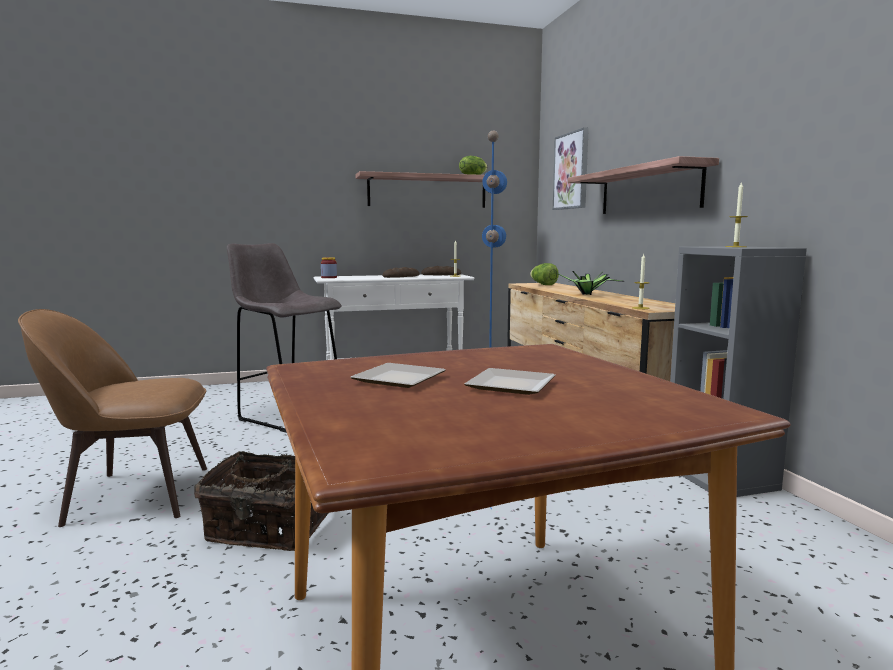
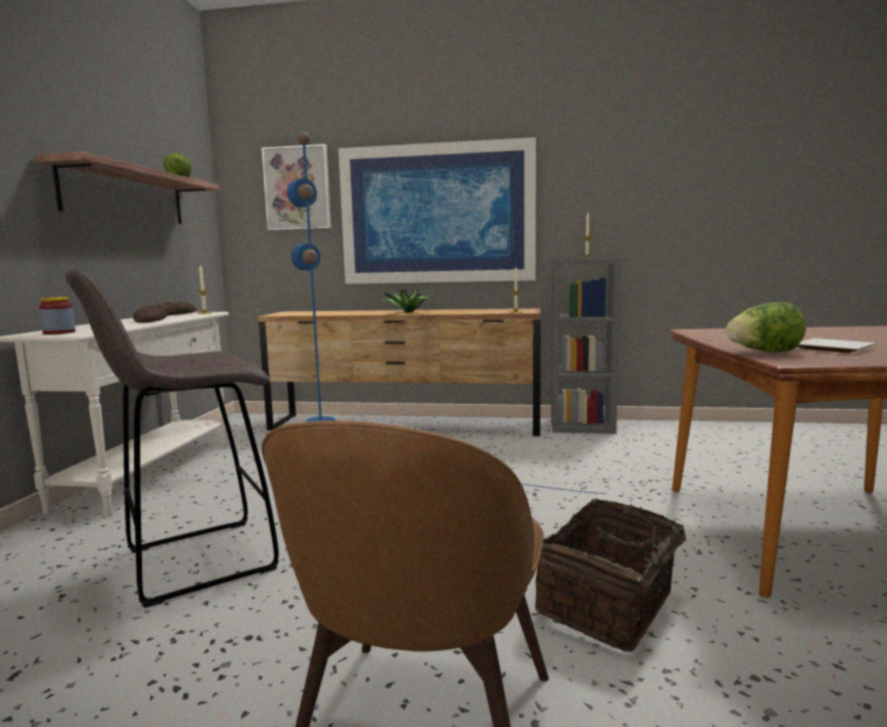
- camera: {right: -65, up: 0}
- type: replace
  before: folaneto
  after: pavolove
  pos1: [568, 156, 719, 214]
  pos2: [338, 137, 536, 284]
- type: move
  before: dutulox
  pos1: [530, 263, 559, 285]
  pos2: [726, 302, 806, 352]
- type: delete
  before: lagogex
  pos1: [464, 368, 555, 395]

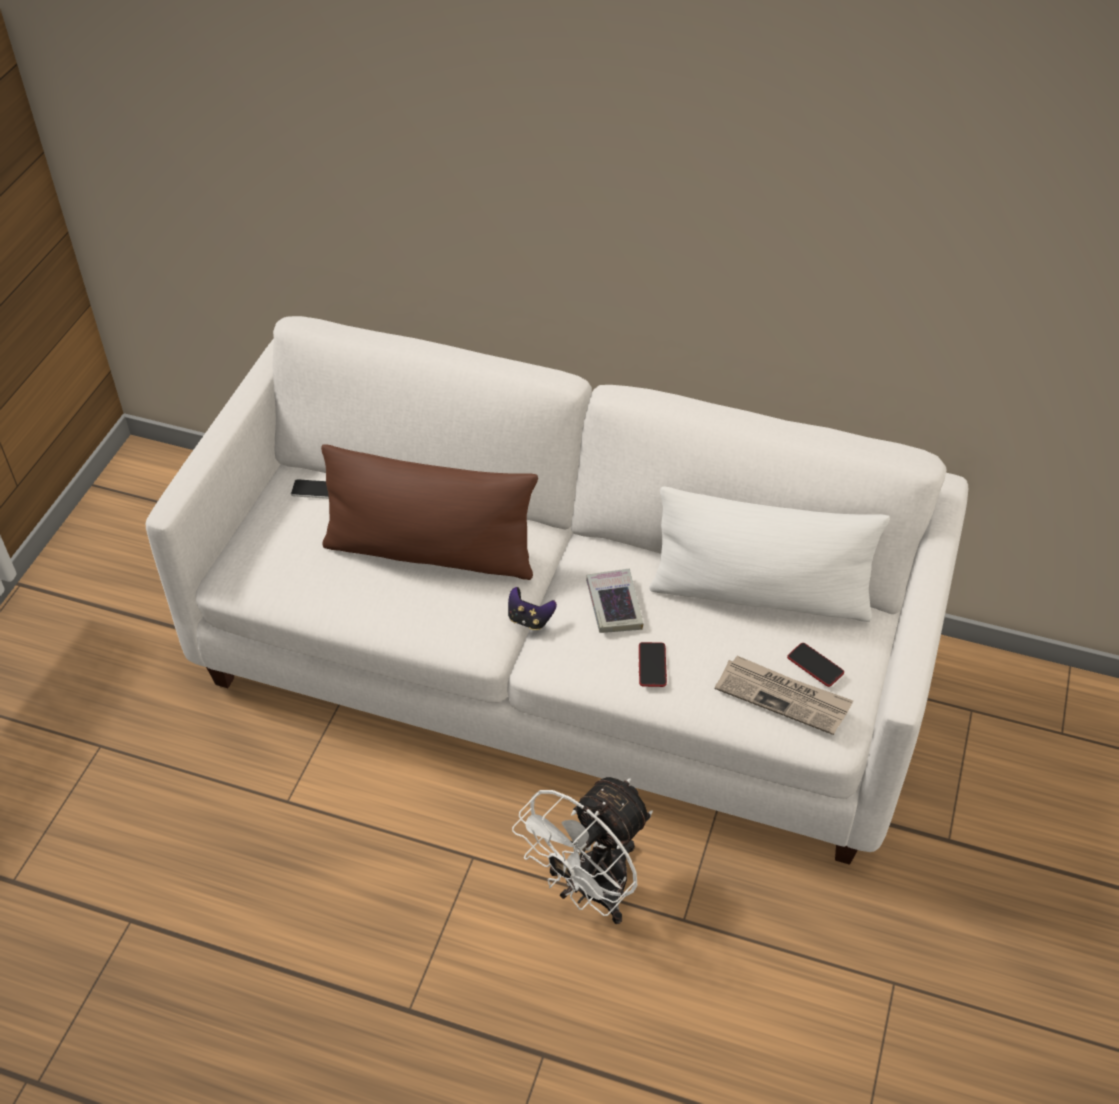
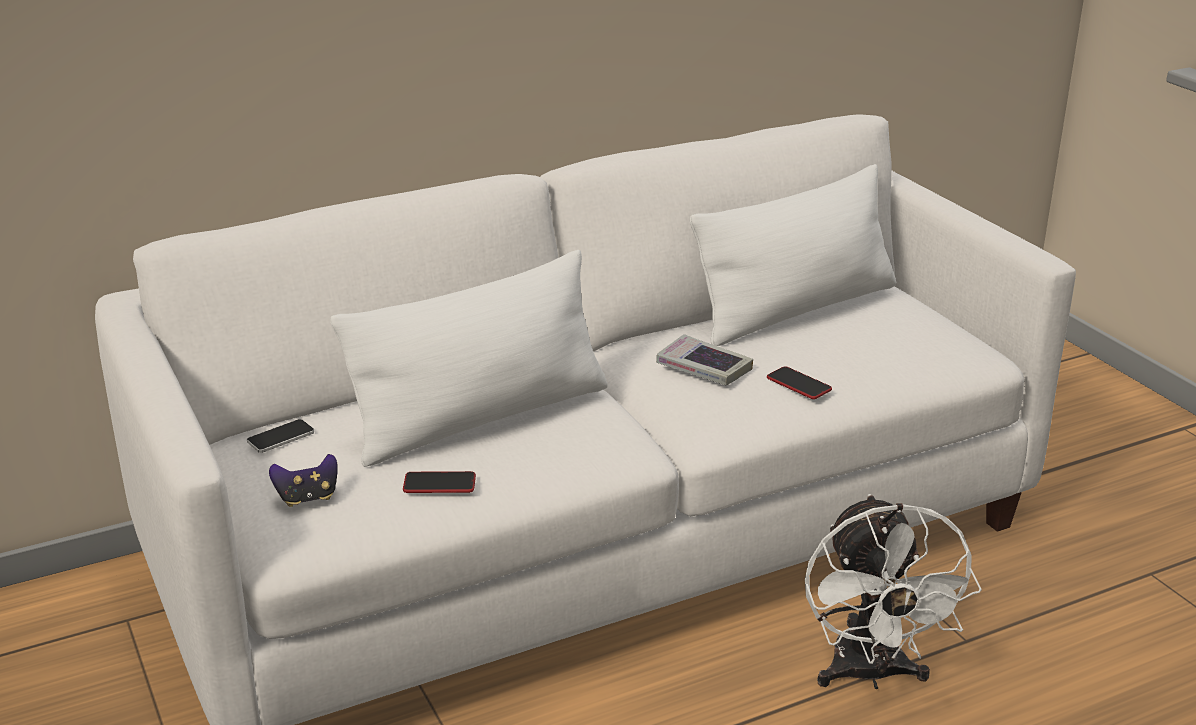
- camera: {right: -45, up: -20}
- type: move
  before: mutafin
  pos1: [508, 587, 557, 630]
  pos2: [269, 454, 338, 507]
- type: recolor
  before: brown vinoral
  after: white vinoral
  pos1: [321, 444, 538, 580]
  pos2: [330, 250, 607, 467]
- type: move
  before: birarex
  pos1: [787, 643, 844, 687]
  pos2: [403, 471, 476, 493]
- type: delete
  before: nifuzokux
  pos1: [715, 656, 853, 735]

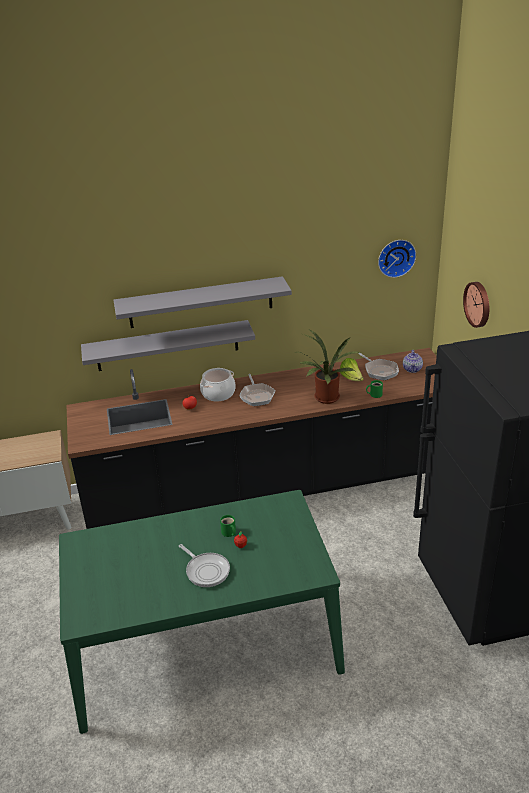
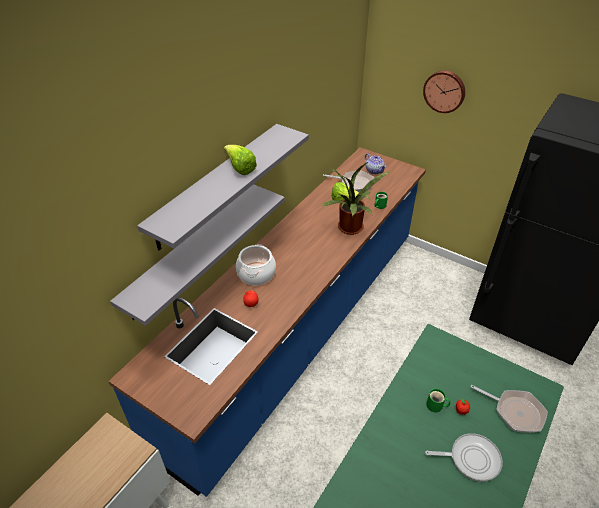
- camera: {right: -45, up: 10}
- type: recolor
  before: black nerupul
  after: blue nerupul
  pos1: [67, 348, 437, 529]
  pos2: [109, 147, 426, 497]
- type: insert
  after: dutulox
  pos2: [224, 145, 257, 175]
- type: move
  before: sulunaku
  pos1: [239, 374, 275, 406]
  pos2: [470, 385, 548, 433]
- type: delete
  before: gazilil
  pos1: [378, 240, 416, 278]

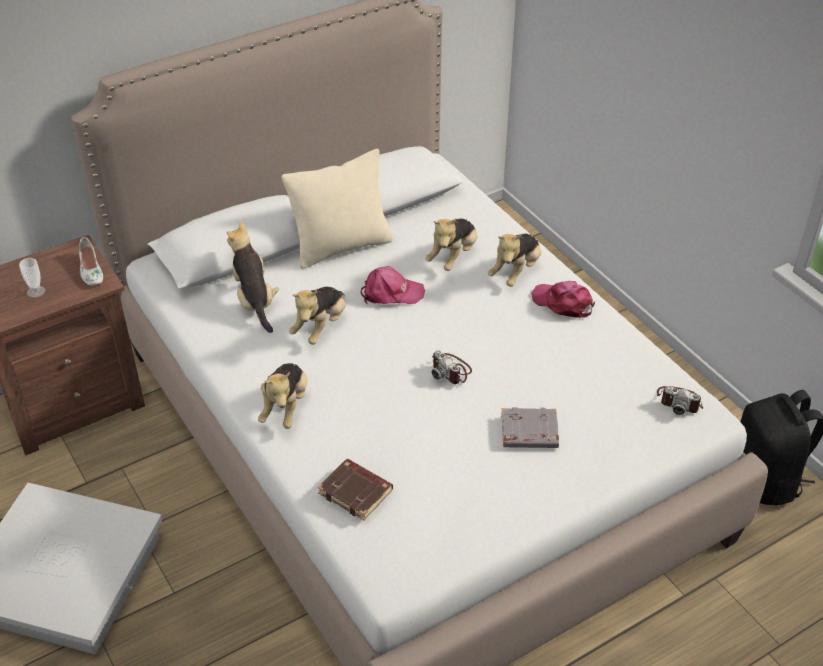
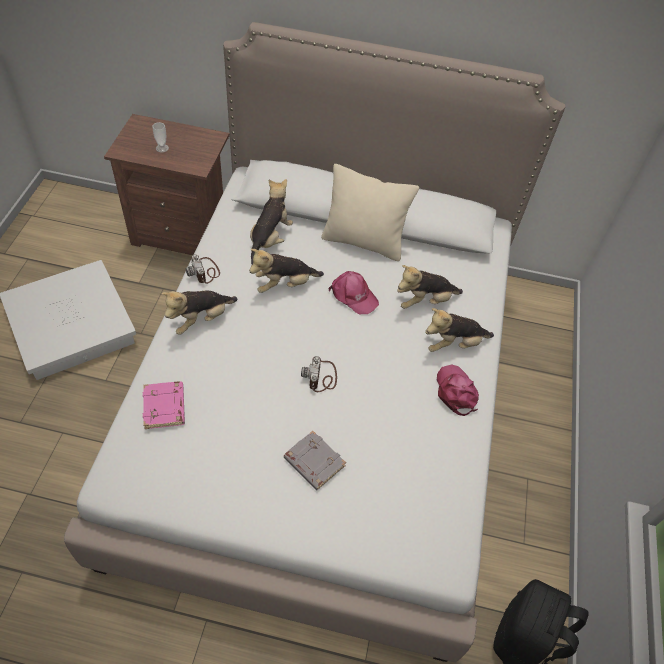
- camera: {right: 40, up: 10}
- type: recolor
  before: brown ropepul
  after: pink ropepul
  pos1: [318, 459, 393, 520]
  pos2: [143, 381, 185, 429]
- type: move
  before: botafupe
  pos1: [657, 386, 703, 415]
  pos2: [185, 254, 220, 284]
- type: delete
  before: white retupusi
  pos1: [79, 237, 103, 286]

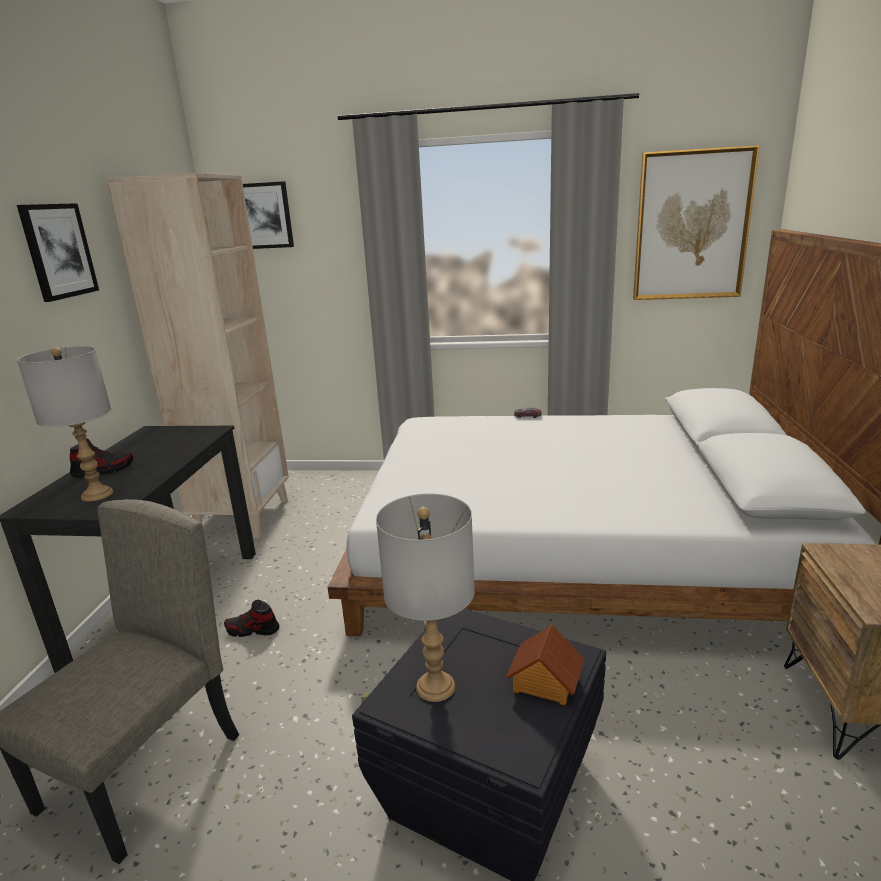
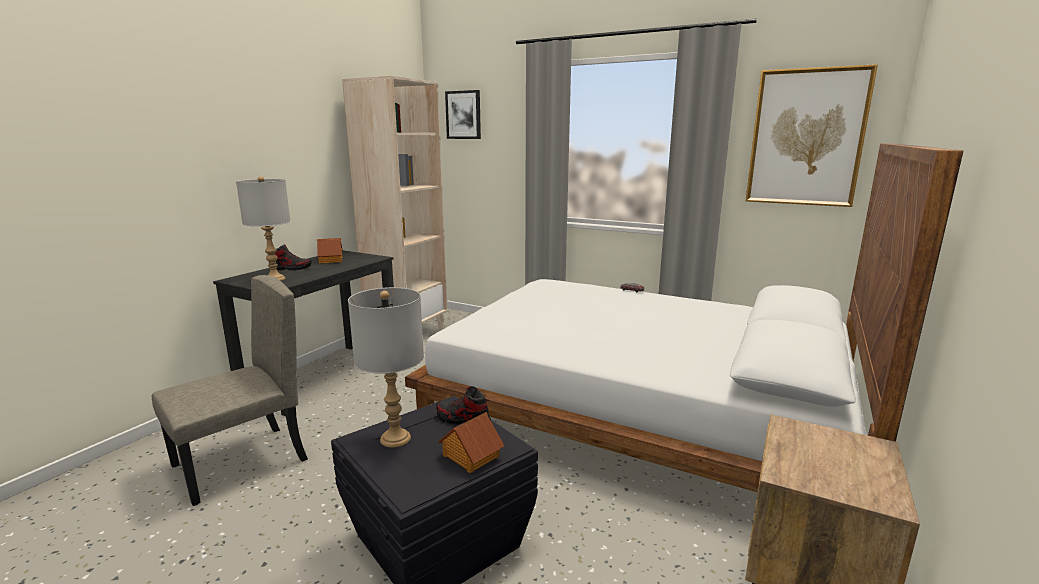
- camera: {right: 20, up: -5}
- type: insert
  after: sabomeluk
  pos2: [317, 238, 343, 263]
- type: move
  before: retupusi
  pos1: [224, 600, 279, 637]
  pos2: [436, 387, 491, 424]
- type: delete
  before: pavolove
  pos1: [17, 203, 99, 302]

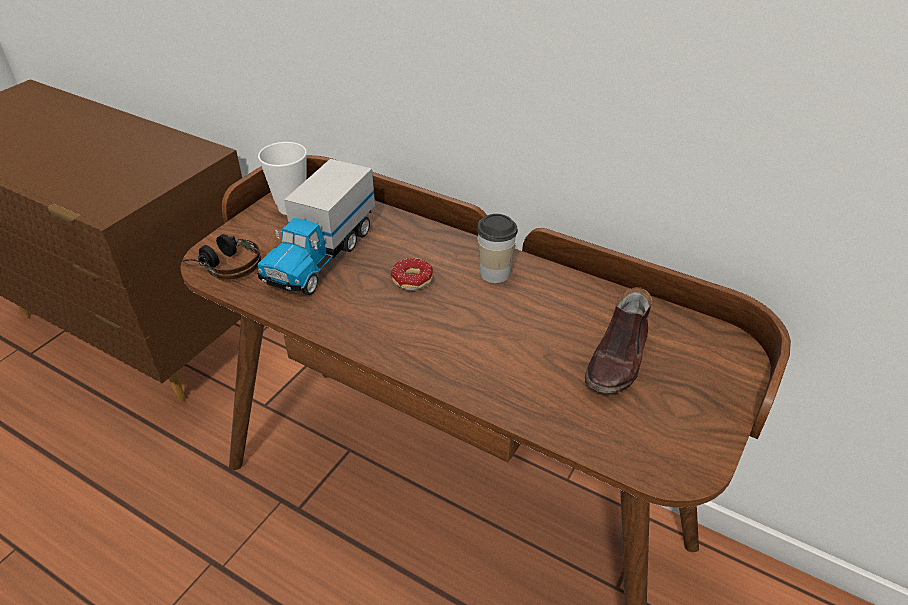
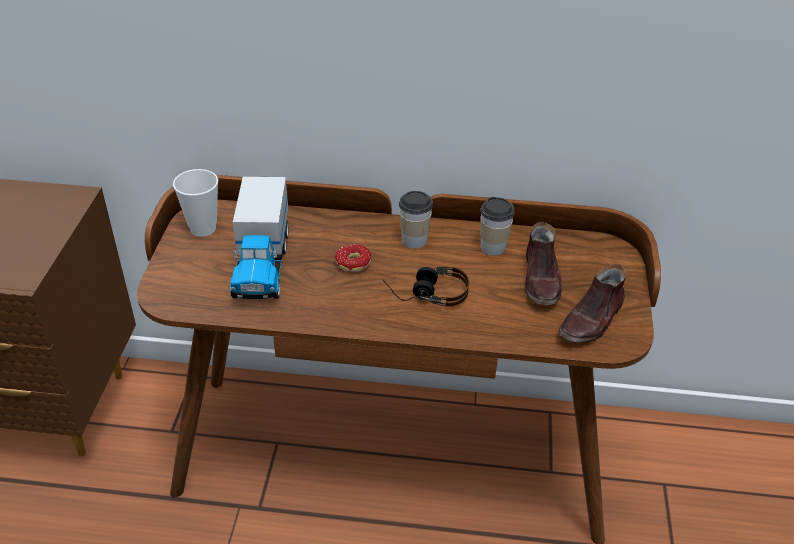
- camera: {right: -25, up: 0}
- type: move
  before: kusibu
  pos1: [168, 234, 261, 281]
  pos2: [382, 267, 469, 307]
- type: insert
  after: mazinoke
  pos2: [480, 197, 515, 256]
- type: insert
  after: brown retupusi
  pos2: [558, 264, 626, 343]

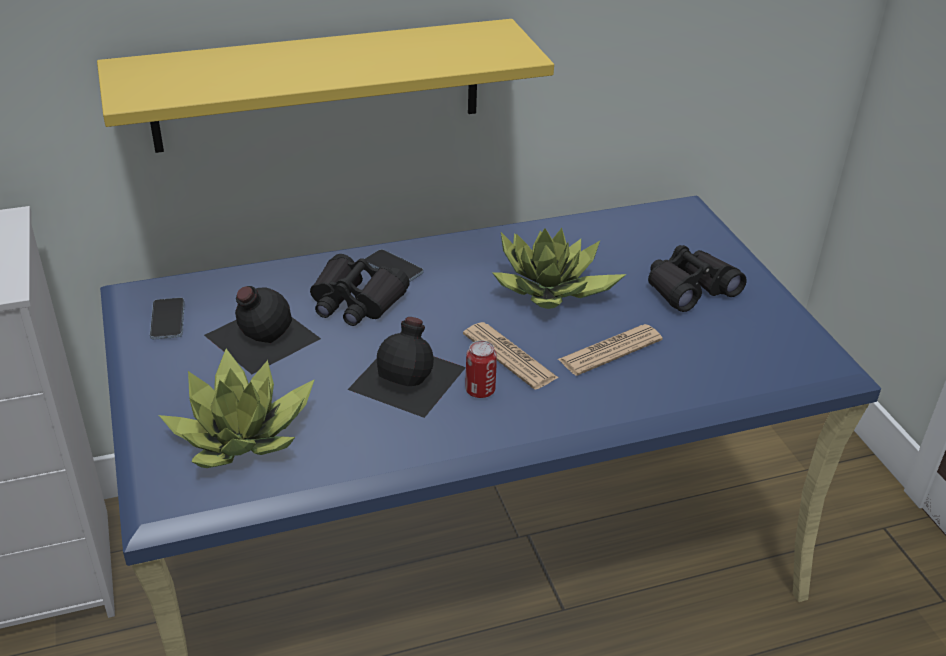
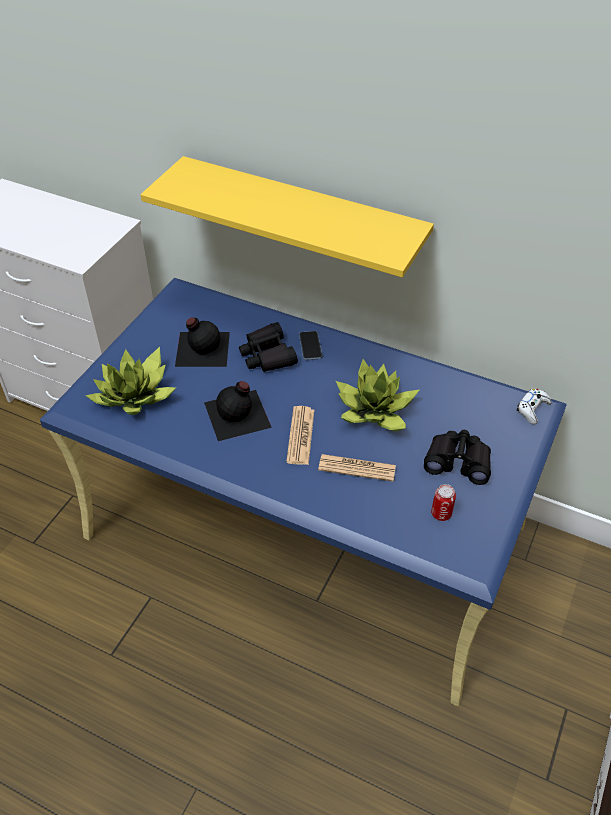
- camera: {right: 45, up: 10}
- type: move
  before: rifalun
  pos1: [465, 340, 497, 398]
  pos2: [431, 484, 456, 521]
- type: insert
  after: white mutafin
  pos2: [516, 389, 552, 424]
- type: delete
  before: birarex
  pos1: [150, 298, 185, 340]

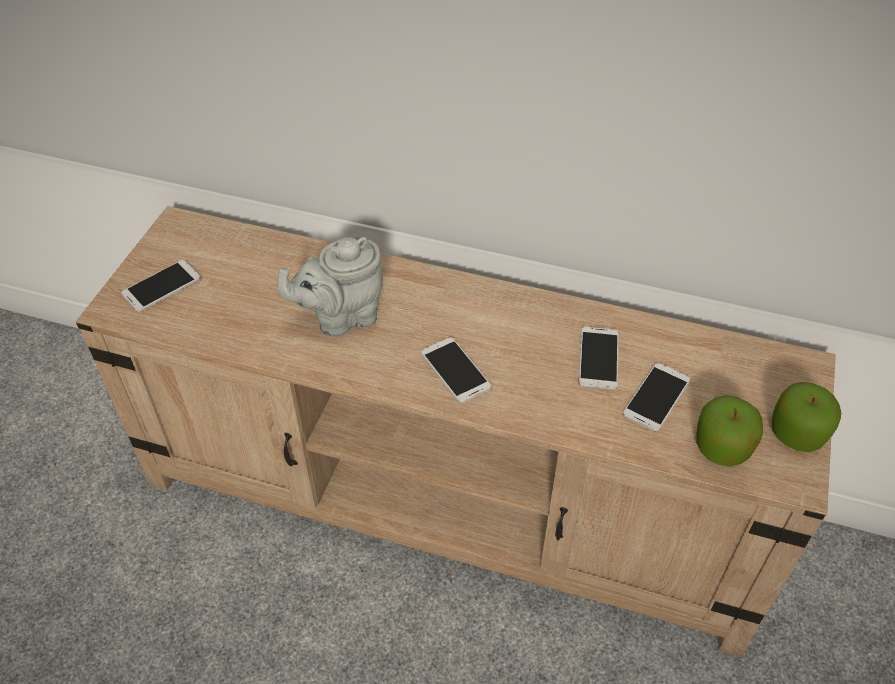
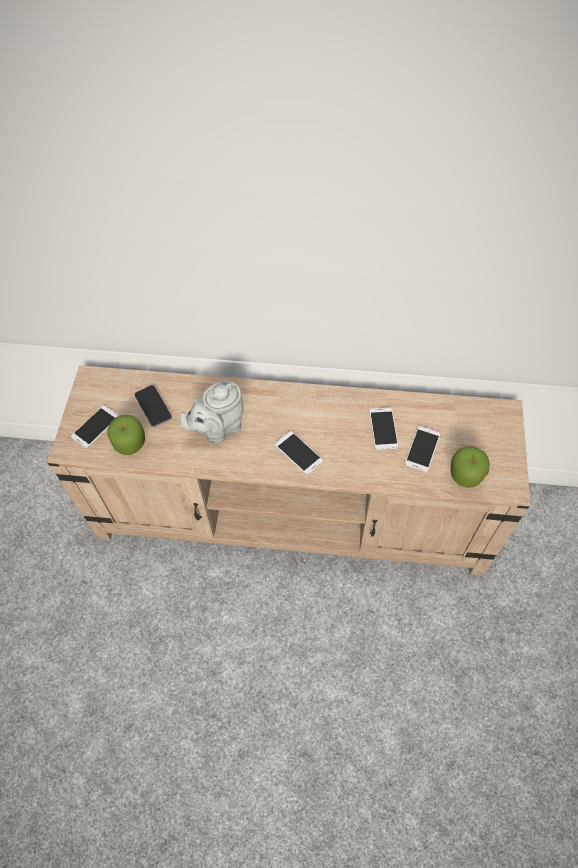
- camera: {right: -10, up: 10}
- type: move
  before: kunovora
  pos1: [772, 382, 841, 452]
  pos2: [107, 415, 145, 455]
- type: insert
  after: birarex
  pos2: [134, 385, 172, 427]

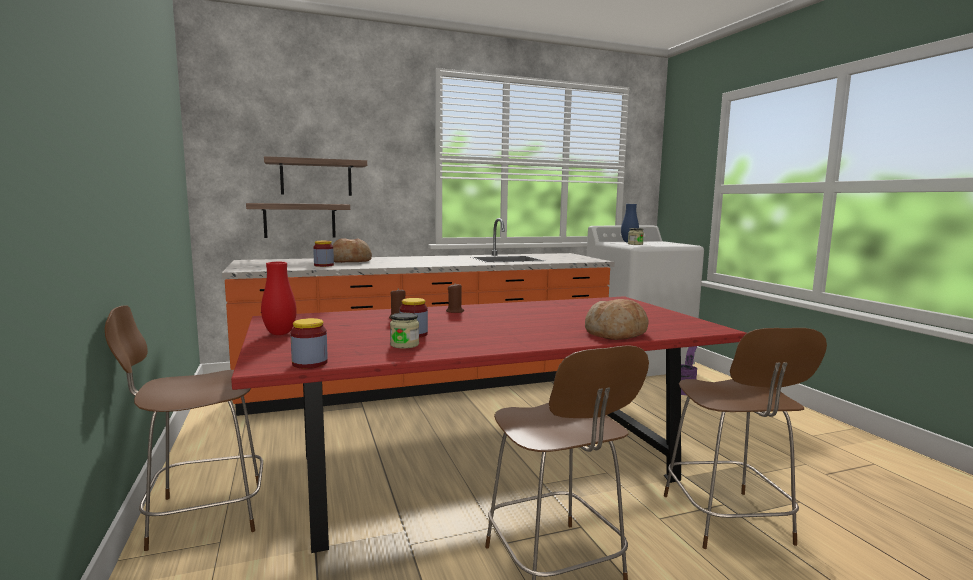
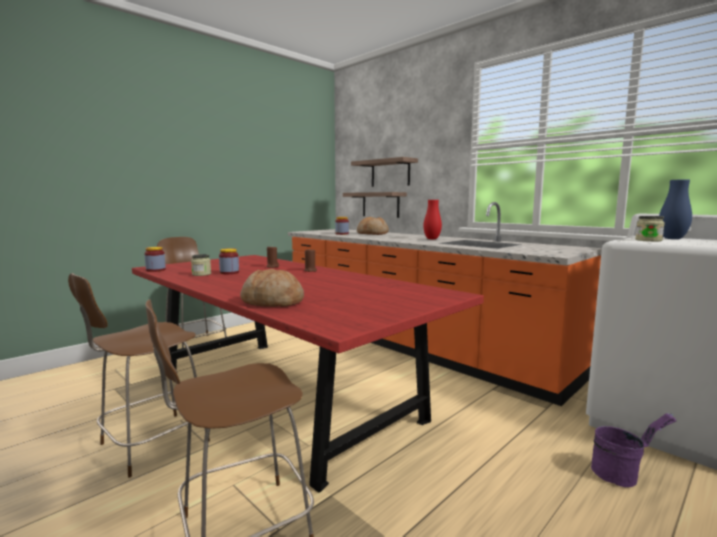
- camera: {right: 65, up: 0}
- type: move
  before: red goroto
  pos1: [261, 262, 297, 335]
  pos2: [423, 200, 442, 239]

